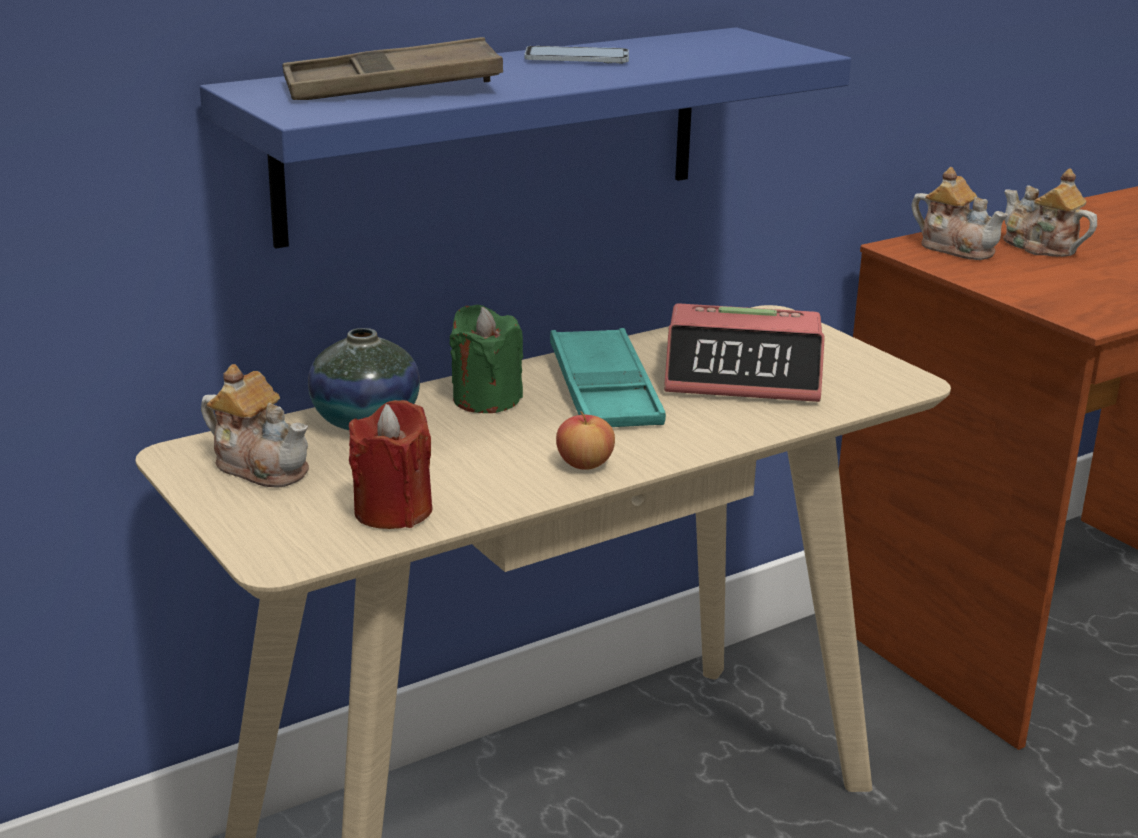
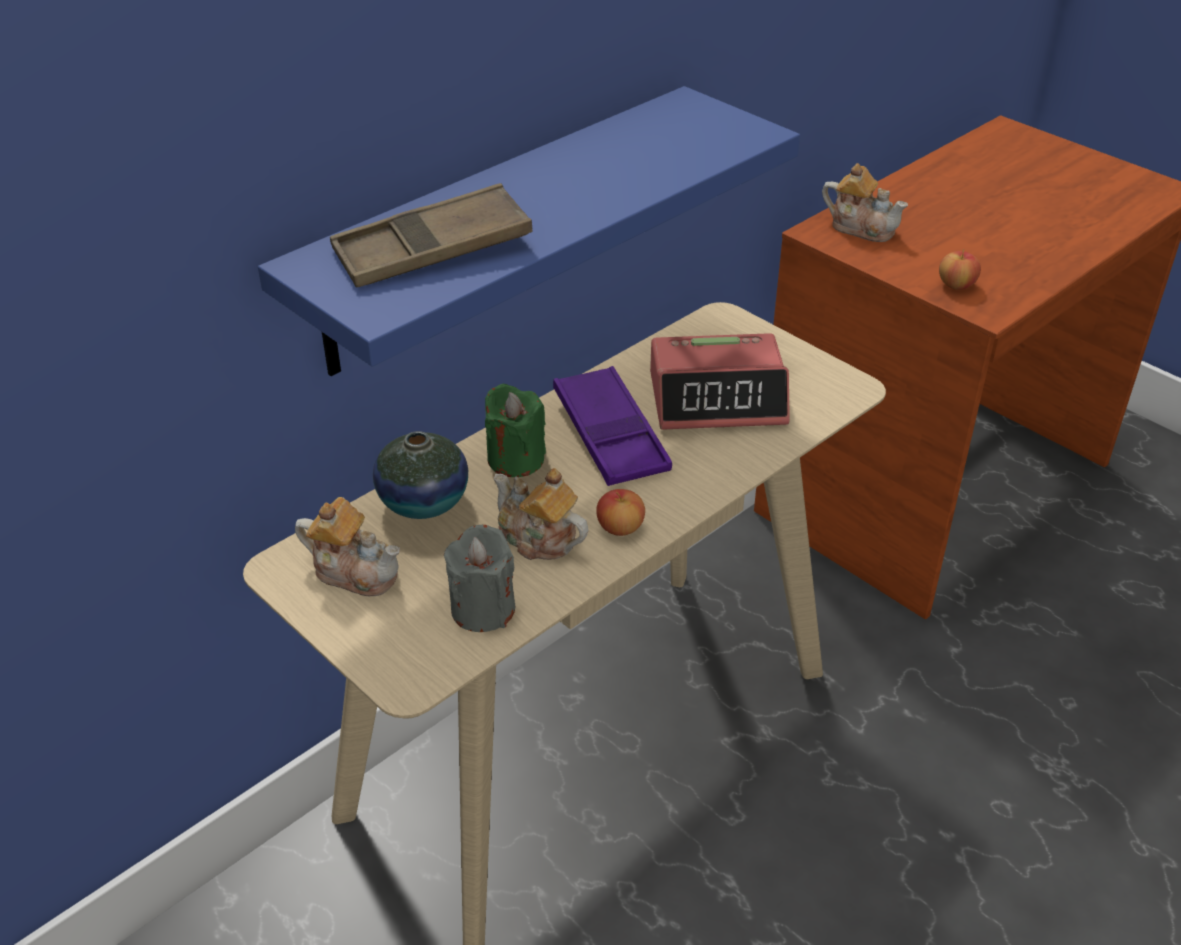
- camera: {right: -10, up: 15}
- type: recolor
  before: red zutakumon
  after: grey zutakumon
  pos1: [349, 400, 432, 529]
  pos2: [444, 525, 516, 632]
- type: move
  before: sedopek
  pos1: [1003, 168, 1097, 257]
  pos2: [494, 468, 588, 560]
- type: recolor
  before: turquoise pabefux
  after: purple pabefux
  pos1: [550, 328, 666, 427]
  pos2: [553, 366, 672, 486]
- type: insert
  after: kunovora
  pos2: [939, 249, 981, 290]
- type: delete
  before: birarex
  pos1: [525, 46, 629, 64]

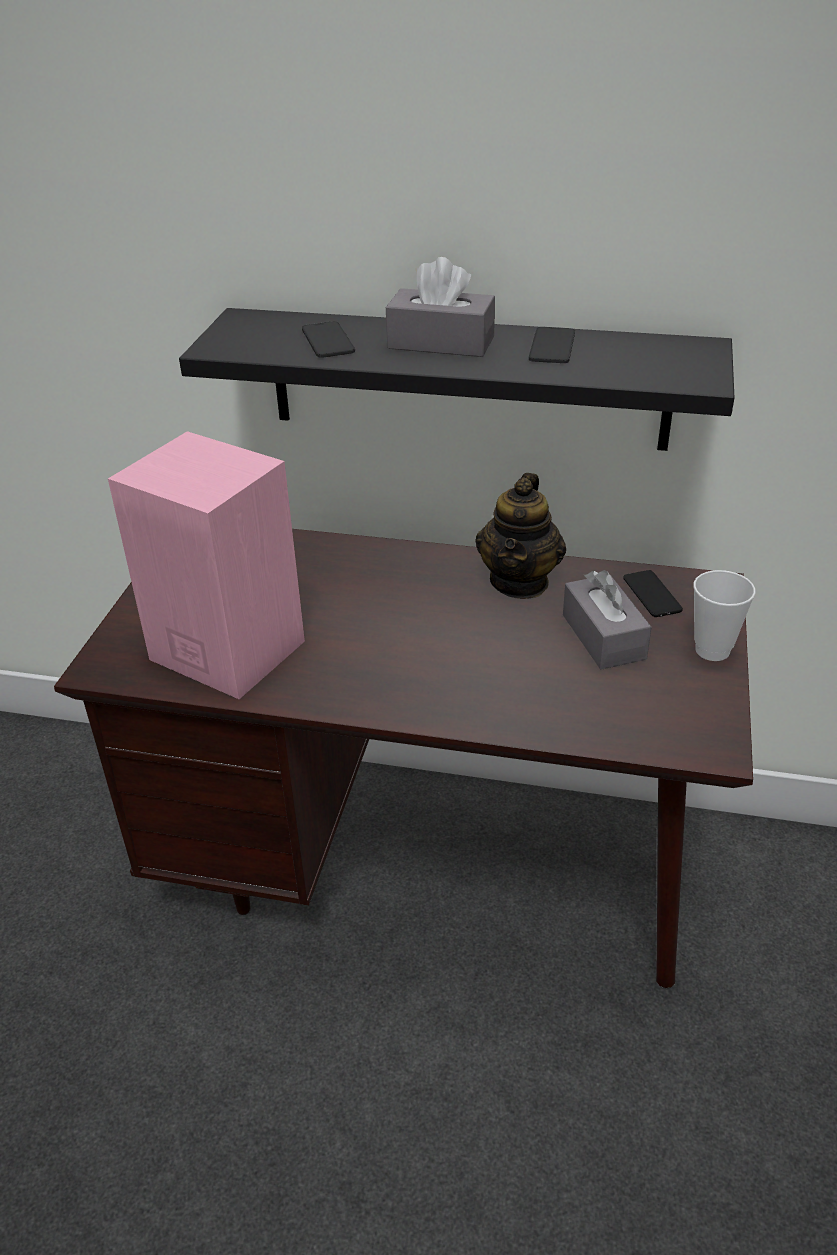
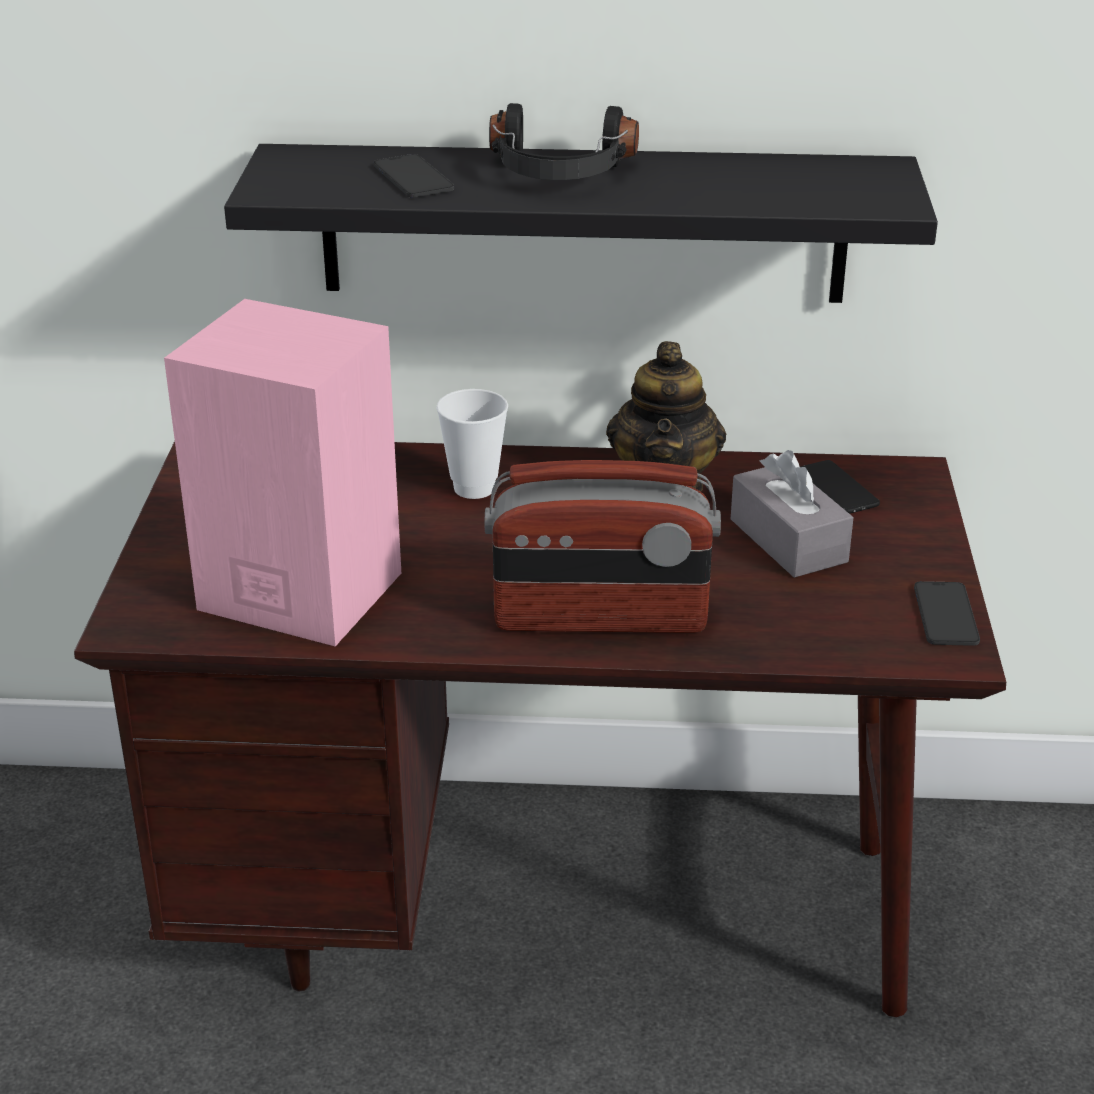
- camera: {right: -10, up: -5}
- type: move
  before: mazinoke
  pos1: [693, 570, 756, 661]
  pos2: [436, 389, 508, 499]
- type: insert
  after: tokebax
  pos2: [485, 460, 721, 633]
- type: replace
  before: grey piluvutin
  after: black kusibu
  pos1: [386, 257, 495, 357]
  pos2: [489, 103, 639, 180]
- type: move
  before: birarex
  pos1: [529, 327, 575, 363]
  pos2: [914, 581, 980, 646]

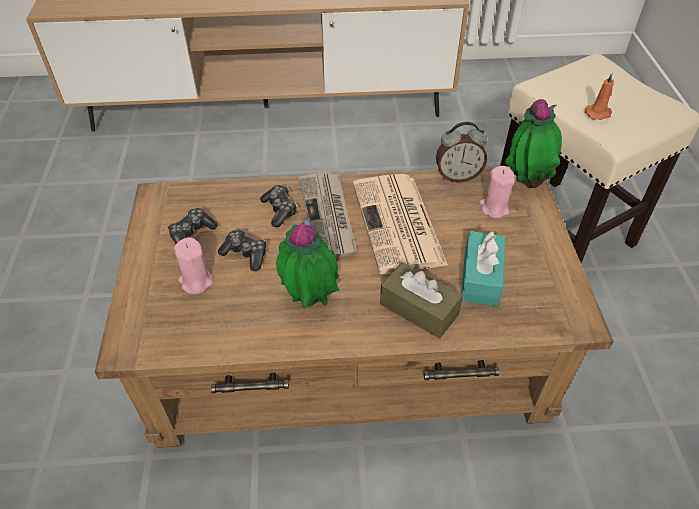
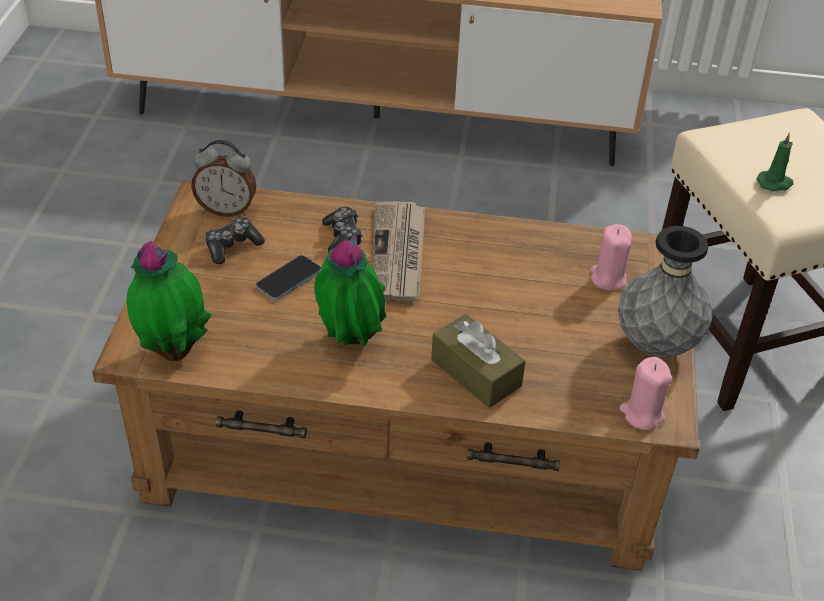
- camera: {right: 10, up: -5}
- type: move
  before: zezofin
  pos1: [504, 99, 562, 188]
  pos2: [127, 241, 212, 361]
- type: move
  before: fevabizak
  pos1: [436, 122, 487, 183]
  pos2: [191, 140, 256, 217]
- type: replace
  before: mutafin
  after: birarex
  pos1: [218, 229, 266, 271]
  pos2: [256, 255, 321, 300]
- type: insert
  after: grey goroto
  pos2: [618, 226, 712, 357]
- type: move
  before: pink zutakumon
  pos1: [174, 237, 213, 294]
  pos2: [619, 357, 672, 430]
- type: recolor
  before: orange zutakumon
  after: green zutakumon
  pos1: [585, 72, 614, 120]
  pos2: [756, 133, 794, 191]
- type: delete
  before: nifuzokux
  pos1: [353, 174, 448, 274]
- type: delete
  before: turquoise piluvutin
  pos1: [461, 231, 506, 306]

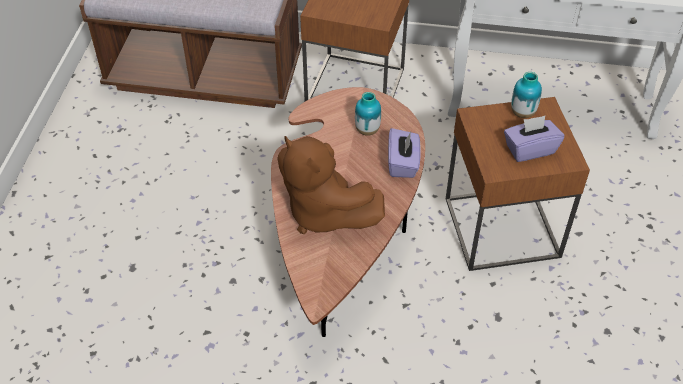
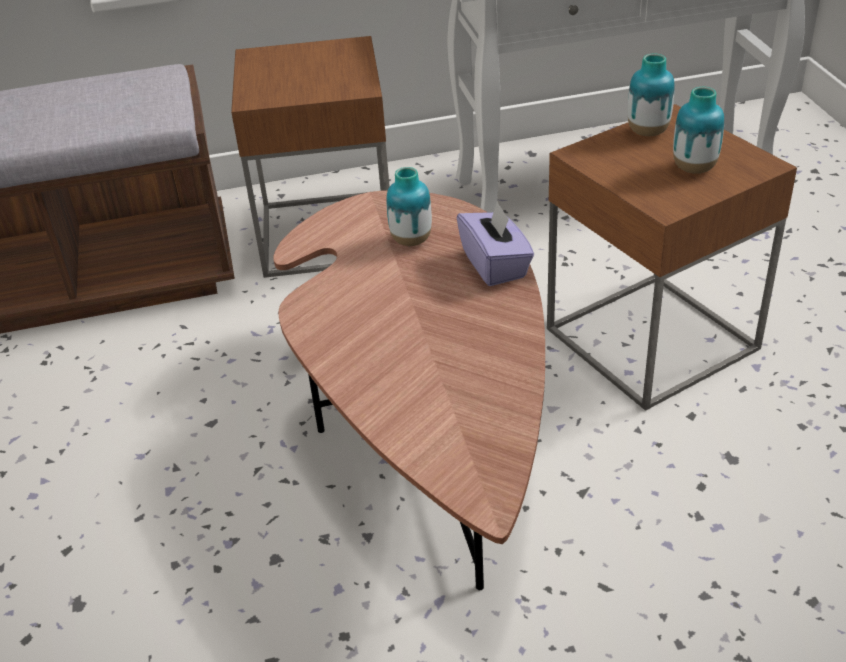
- camera: {right: -20, up: -10}
- type: replace
  before: purple piluvutin
  after: goroto
  pos1: [504, 116, 564, 162]
  pos2: [673, 87, 724, 174]
- type: delete
  before: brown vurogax
  pos1: [277, 136, 385, 234]

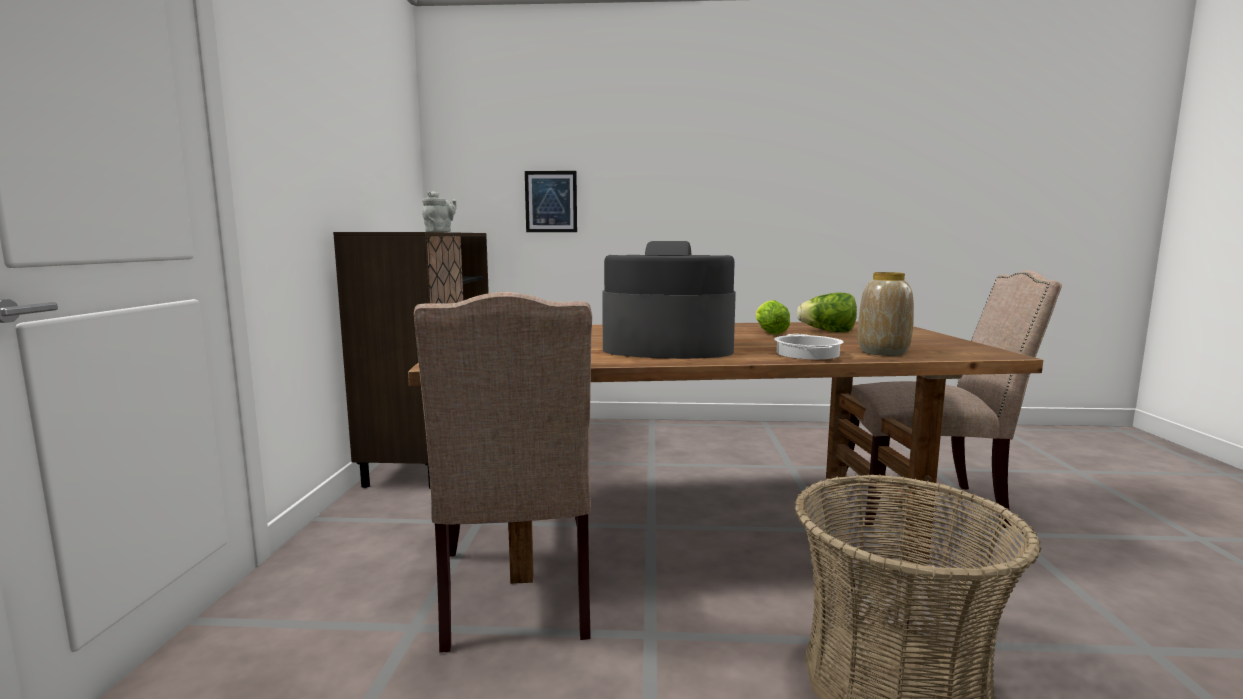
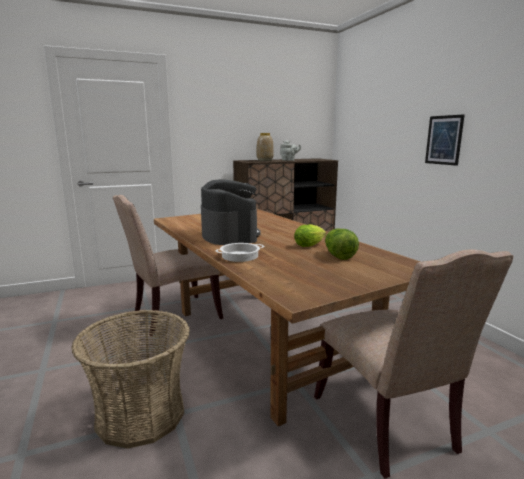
- camera: {right: 65, up: 5}
- type: move
  before: goroto
  pos1: [858, 272, 914, 356]
  pos2: [257, 133, 274, 161]
- type: move
  before: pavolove
  pos1: [525, 171, 577, 232]
  pos2: [425, 114, 465, 166]

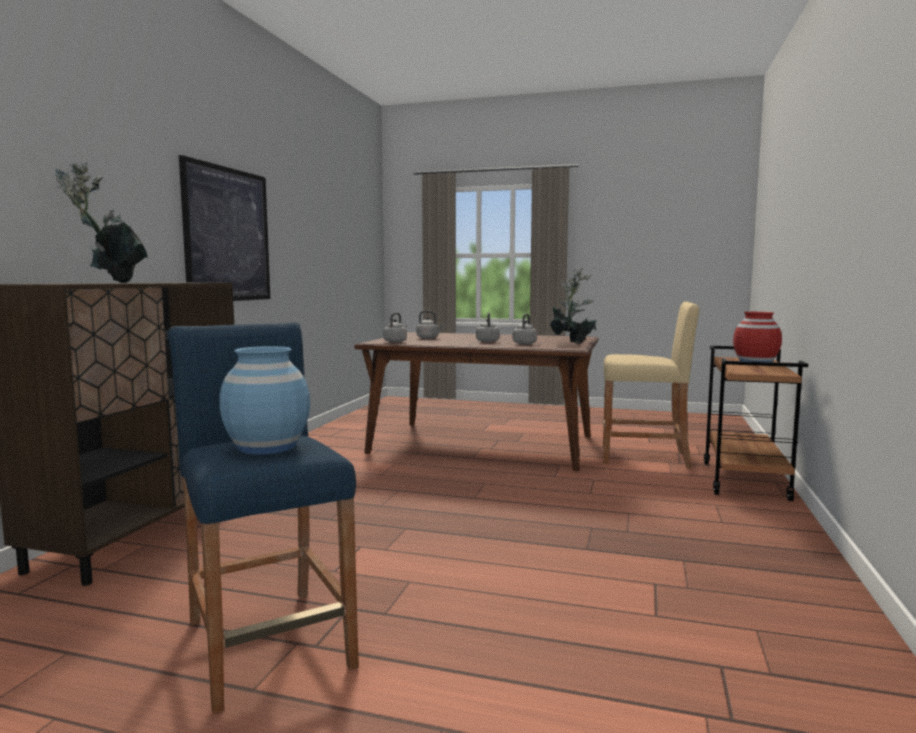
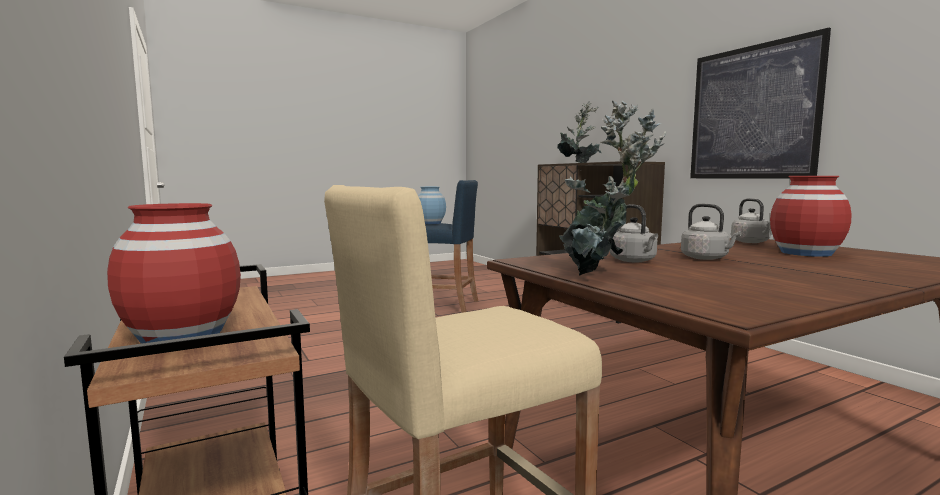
- camera: {right: 135, up: 0}
- type: replace
  before: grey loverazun
  after: red goroto
  pos1: [417, 311, 444, 339]
  pos2: [770, 176, 852, 257]

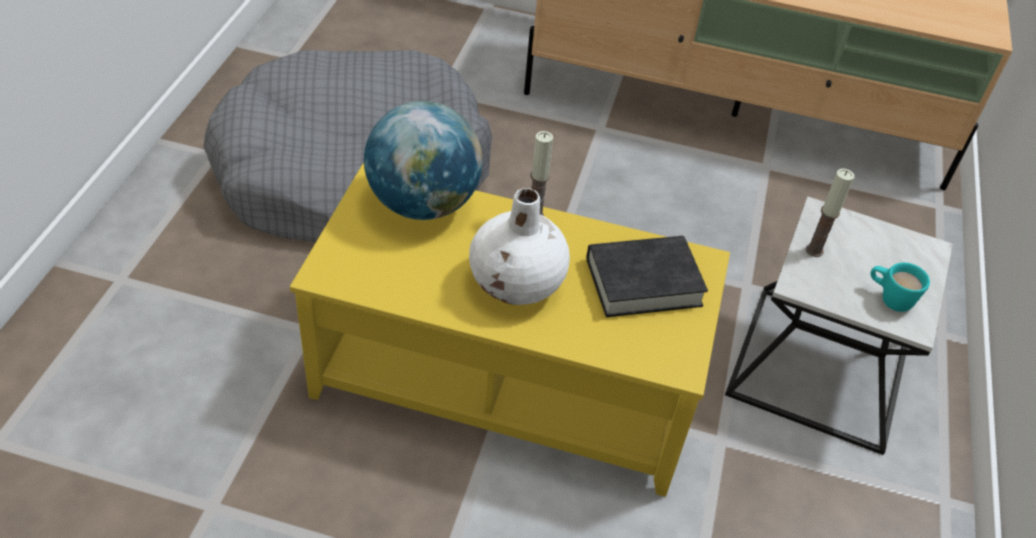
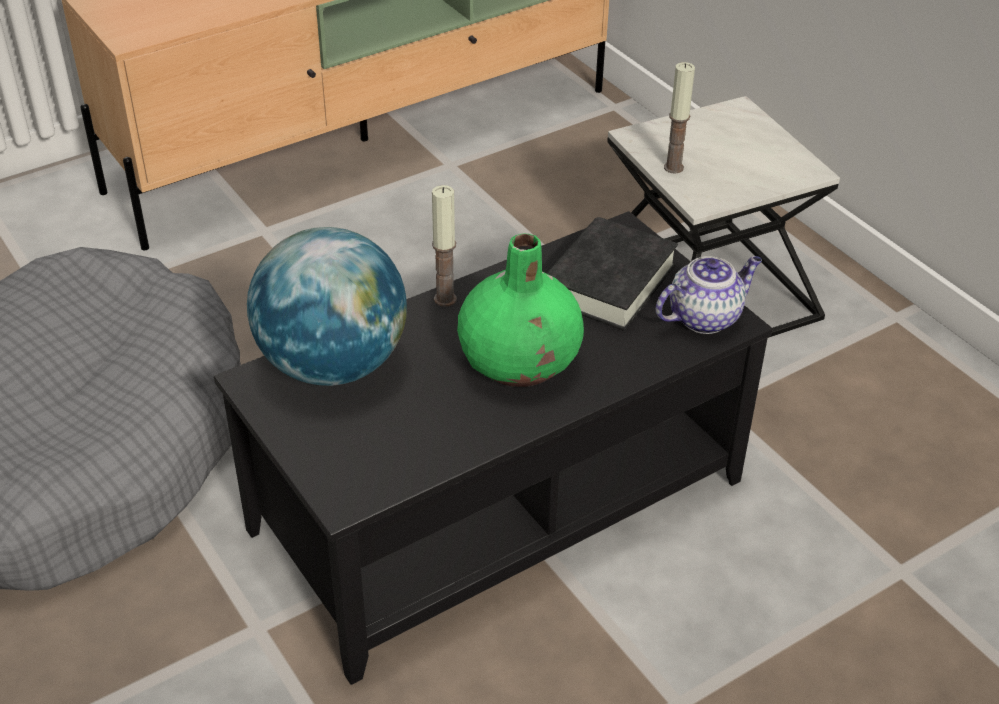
- camera: {right: -45, up: -5}
- type: recolor
  before: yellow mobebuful
  after: black mobebuful
  pos1: [290, 163, 730, 497]
  pos2: [214, 211, 773, 685]
- type: recolor
  before: white goroto
  after: green goroto
  pos1: [469, 188, 570, 305]
  pos2: [457, 233, 584, 387]
- type: insert
  after: sedopek
  pos2: [655, 256, 762, 334]
- type: delete
  before: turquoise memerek
  pos1: [871, 262, 930, 312]

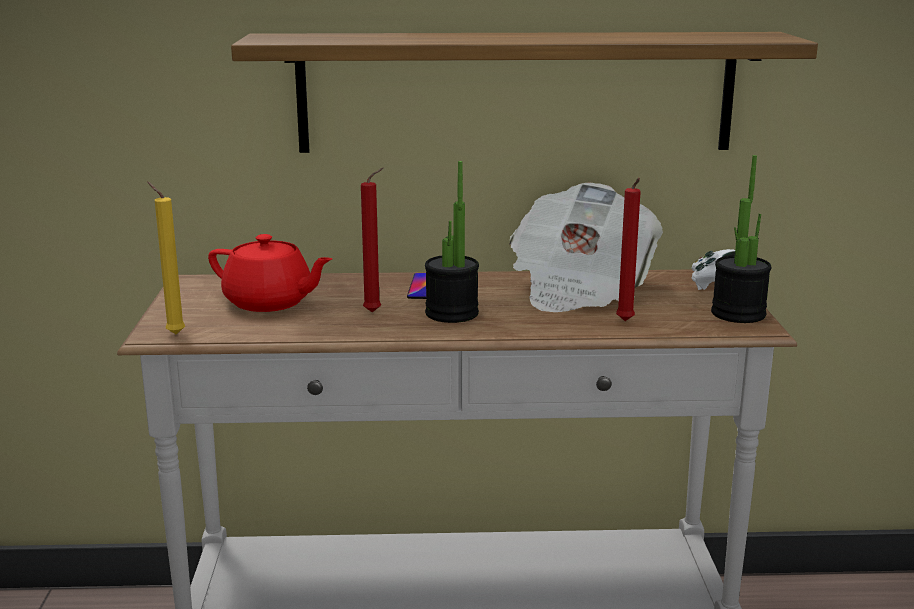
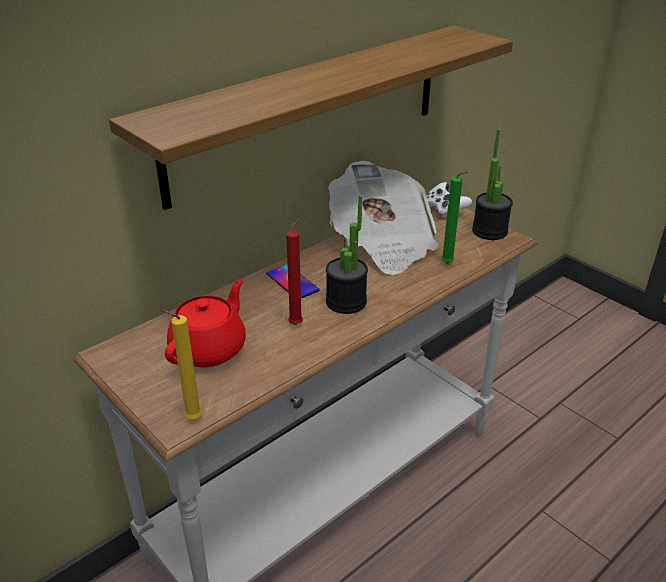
- camera: {right: -40, up: 15}
- type: rotate
  before: red sedopek
  pos1: [208, 234, 333, 312]
  pos2: [165, 279, 246, 367]
  turn: -45
- type: recolor
  before: red zutakumon
  after: green zutakumon
  pos1: [616, 178, 641, 321]
  pos2: [441, 171, 468, 264]

